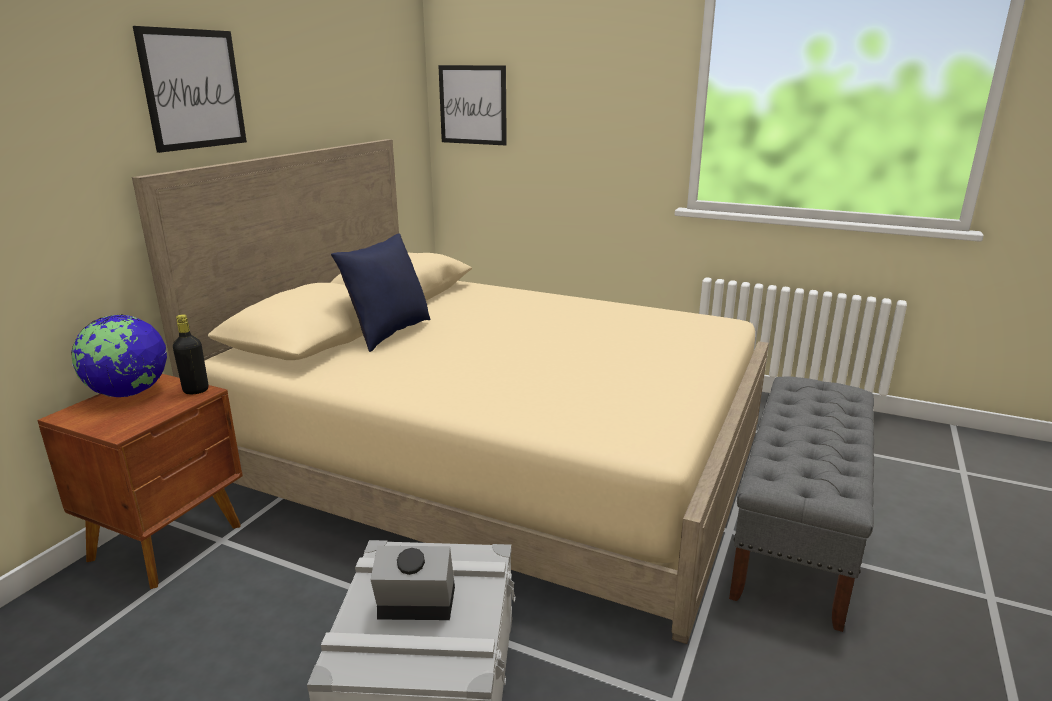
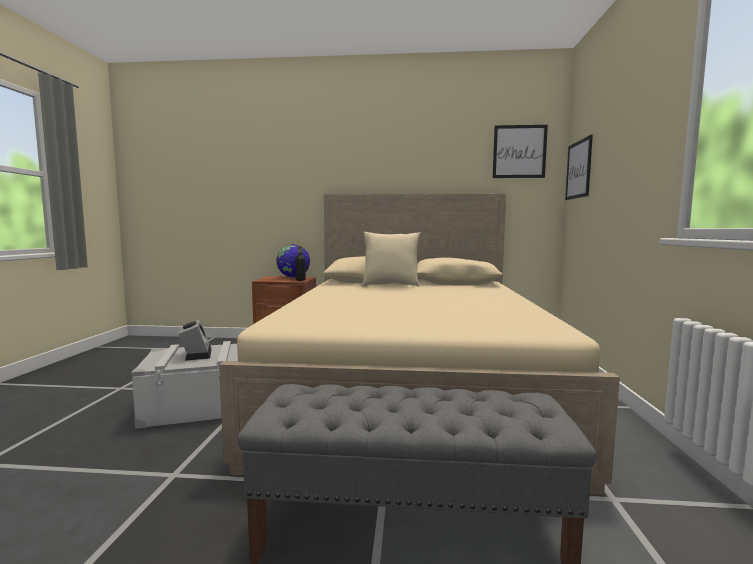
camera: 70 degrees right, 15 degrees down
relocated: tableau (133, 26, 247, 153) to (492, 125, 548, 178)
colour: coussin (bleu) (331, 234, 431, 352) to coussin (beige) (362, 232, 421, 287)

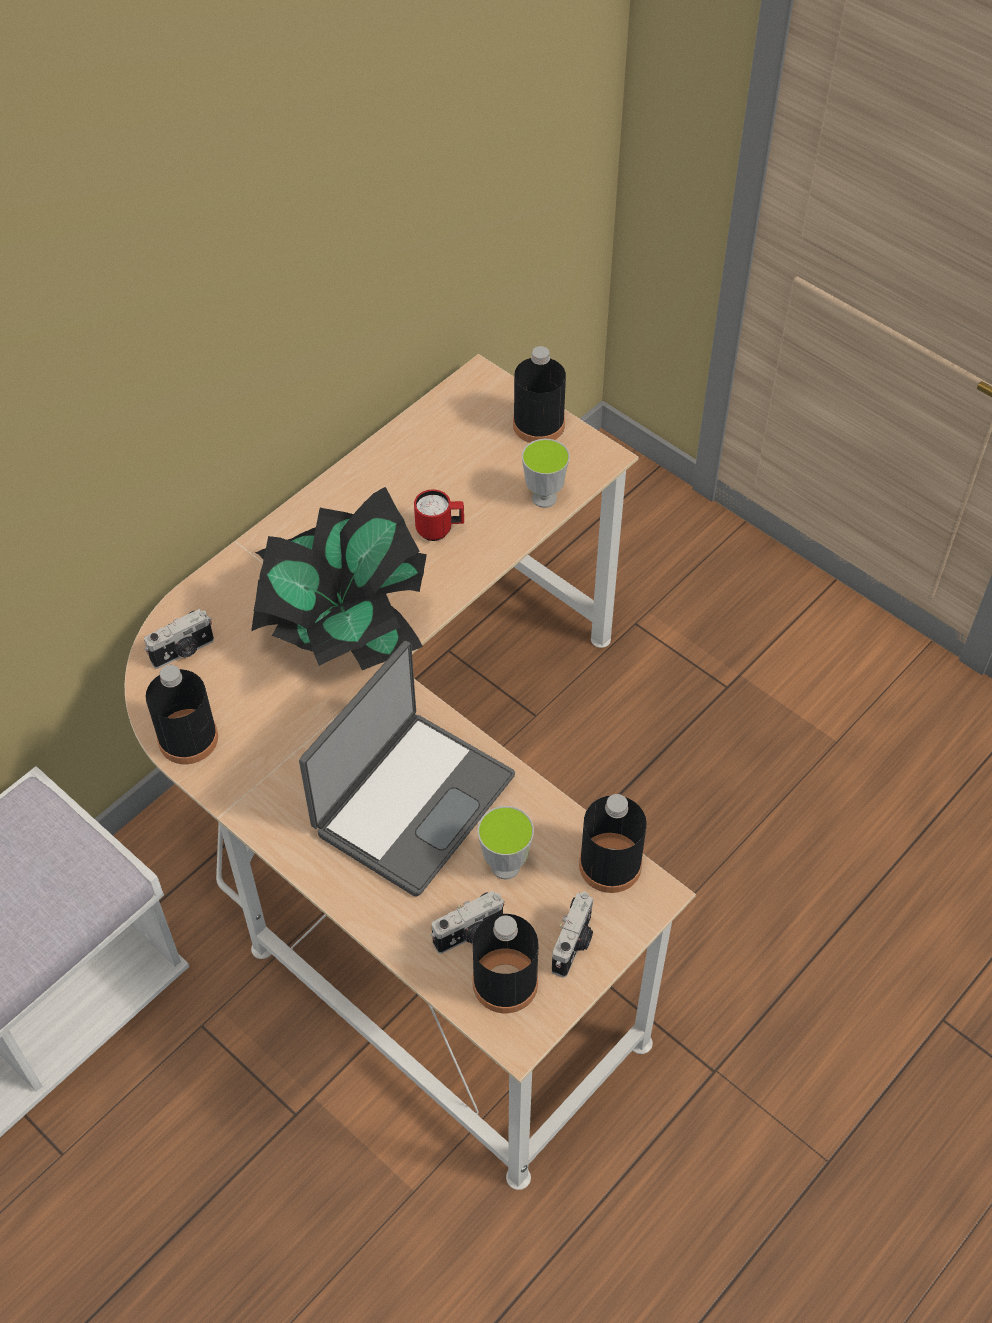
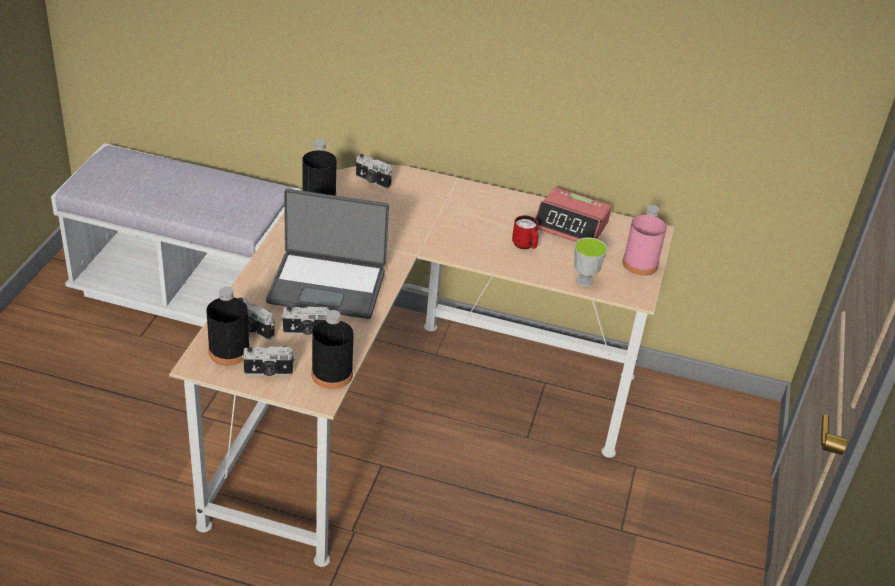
camera: 60 degrees right, 15 degrees down
missing: plante en pot (251, 487, 427, 670)
appeared: réveil (535, 187, 611, 242)
exchanged: tasse (478, 806, 534, 879) to appareil photo (281, 306, 330, 335)
colour: bouteille (noir) (513, 346, 566, 443) to bouteille (rose) (622, 205, 667, 275)

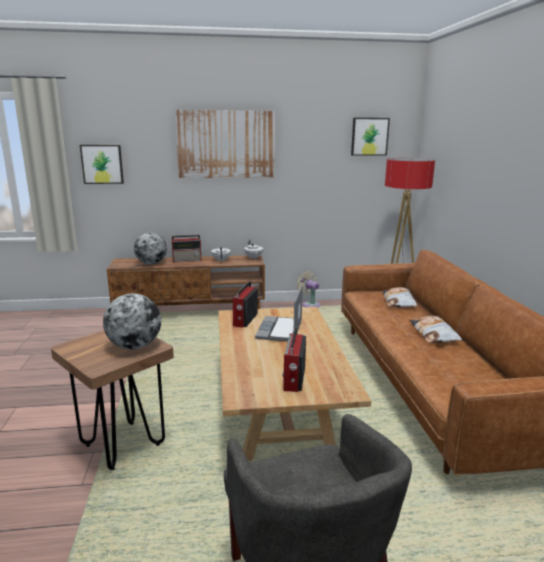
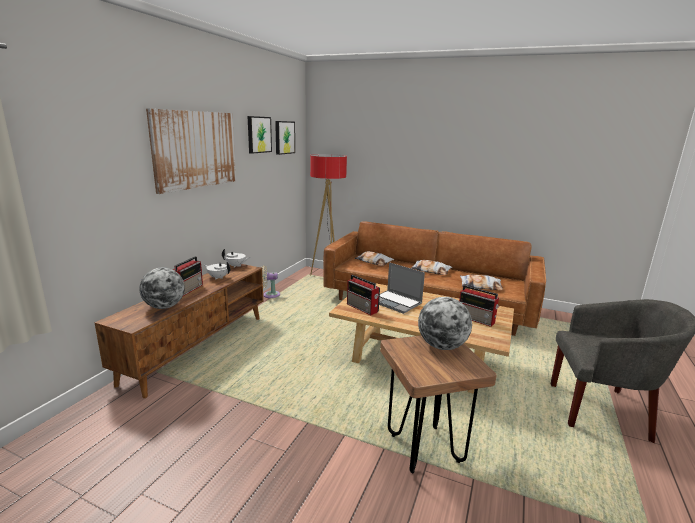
camera: 60 degrees left, 0 degrees up
appeared: coussin (460, 275, 503, 290)
relocated: tableau (80, 145, 124, 184) to (248, 116, 272, 154)

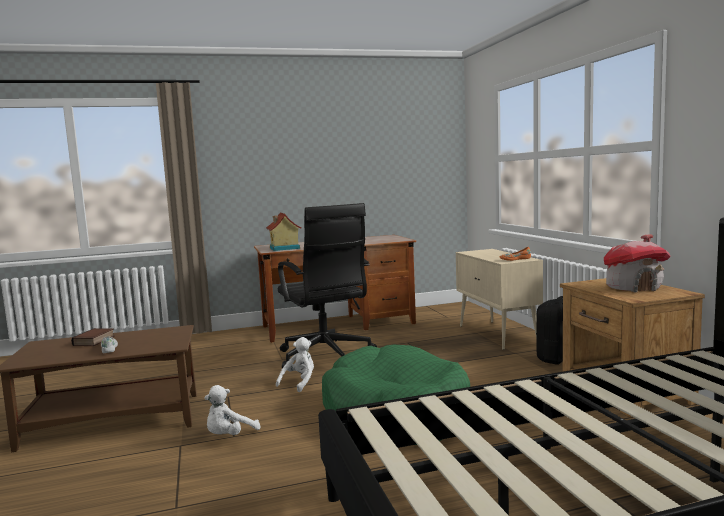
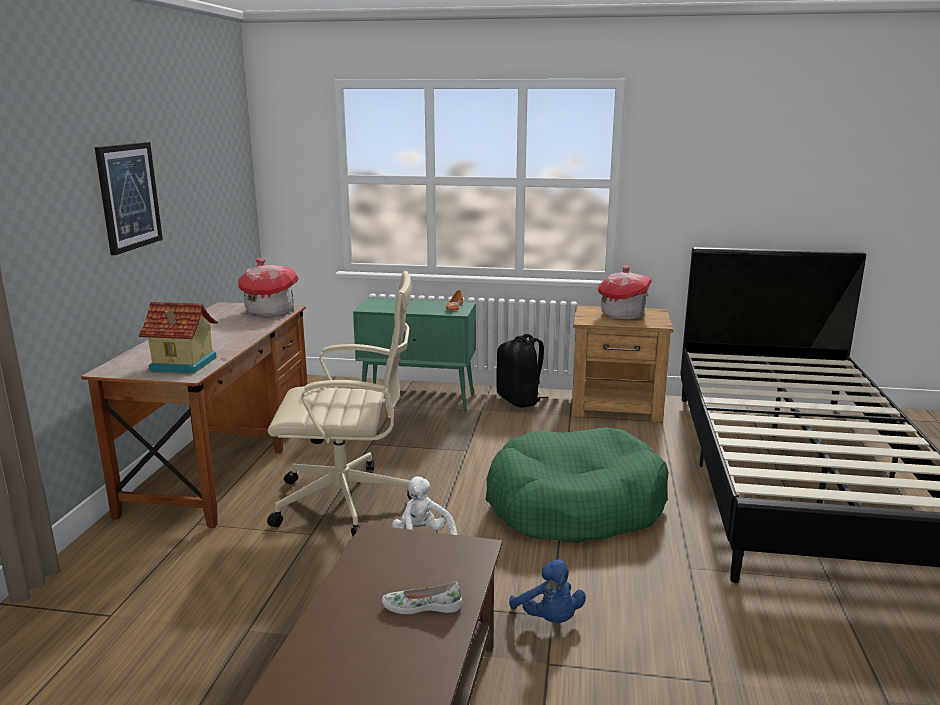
camera: 65 degrees left, 10 degrees up
missing: livre (71, 328, 115, 346)
appeared: tableau (95, 142, 163, 255); maison miniature (238, 258, 299, 316)
colour: chaise de bureau (noir) (278, 203, 377, 368) to chaise de bureau (beige) (267, 271, 412, 536); meuble de rangement (beige) (456, 249, 543, 350) to meuble de rangement (vert) (353, 298, 476, 411); peluche (blanc) (204, 385, 260, 435) to peluche (bleu) (509, 559, 586, 623)

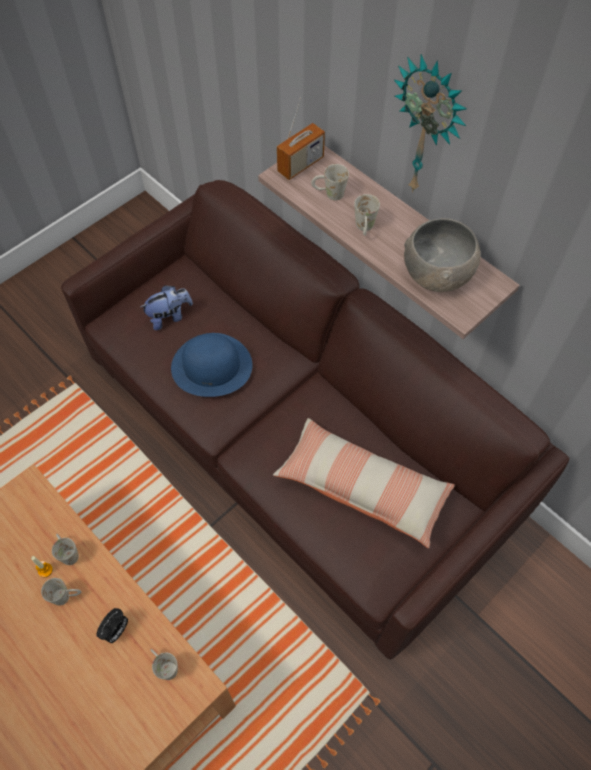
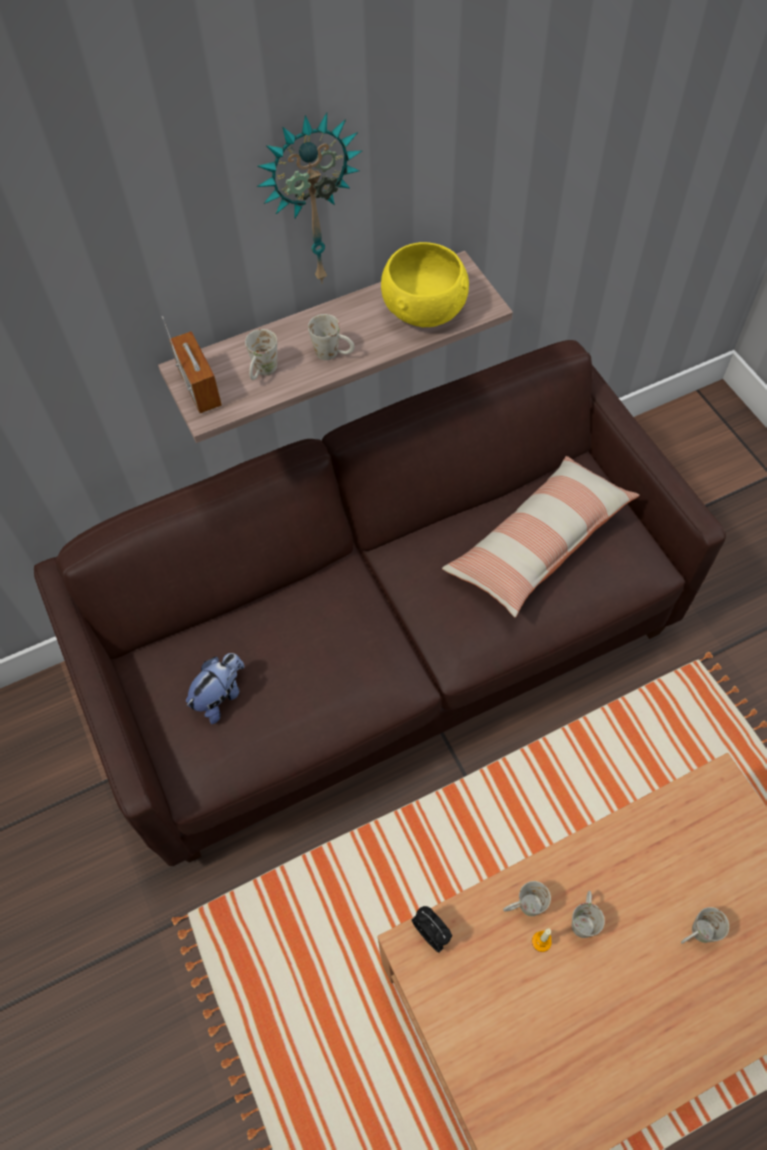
camera: 70 degrees left, 0 degrees up
missing: chapeau (bleu) (171, 333, 252, 397)
relocated: réveil (96, 608, 128, 643) to (411, 906, 452, 953); mug (blanc) (151, 649, 178, 680) to (681, 907, 729, 944)
colour: bol (gris) (404, 218, 481, 292) to bol (jaune) (381, 242, 469, 327)
spun: peluche (140, 285, 193, 330) = (186, 653, 244, 724) 45 degrees clockwise

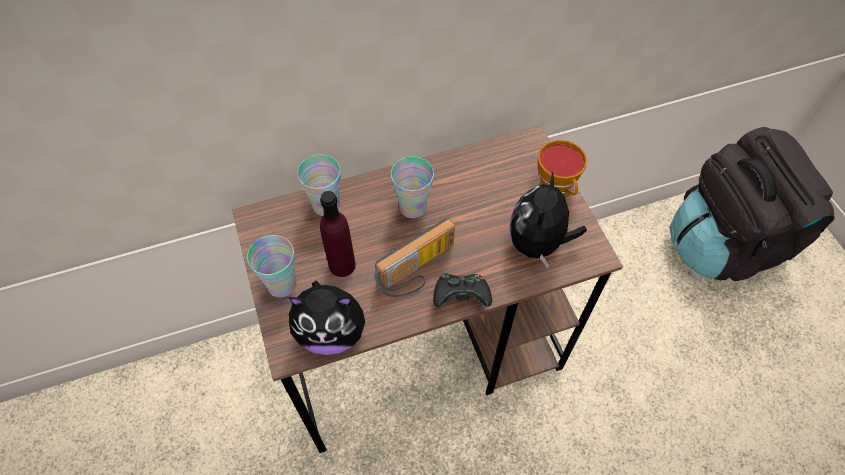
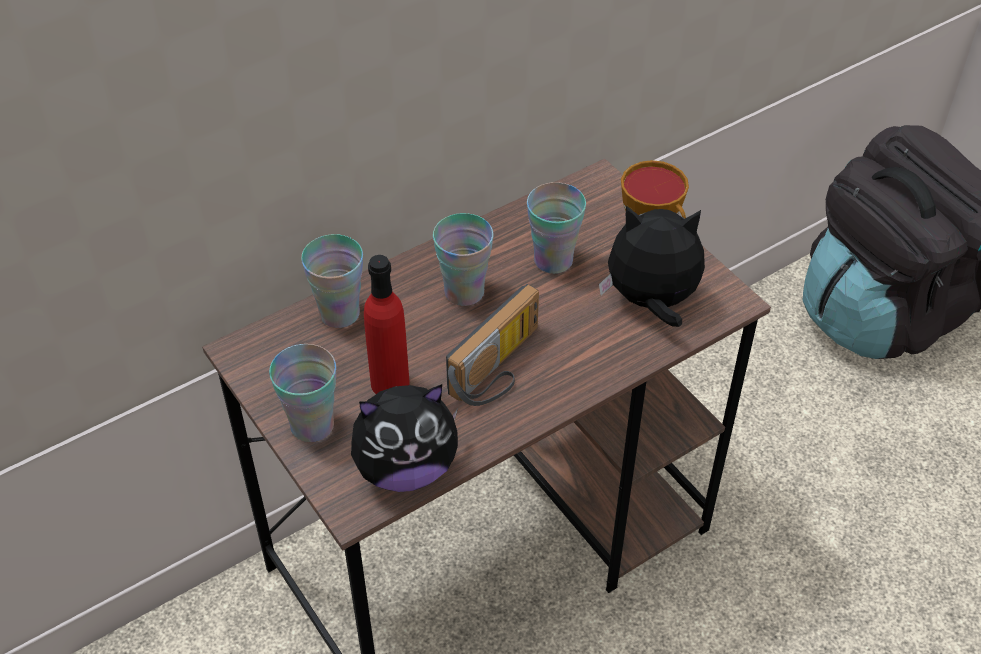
camera: 15 degrees left, 10 degrees down
missing: manette (noir) (433, 273, 492, 307)
appeared: tasse (527, 182, 586, 274)
colour: bouteille (violet) (320, 191, 356, 277) to bouteille (rouge) (364, 255, 410, 394)
spun: peluche (509, 172, 587, 268) = (599, 206, 705, 327) 90 degrees clockwise

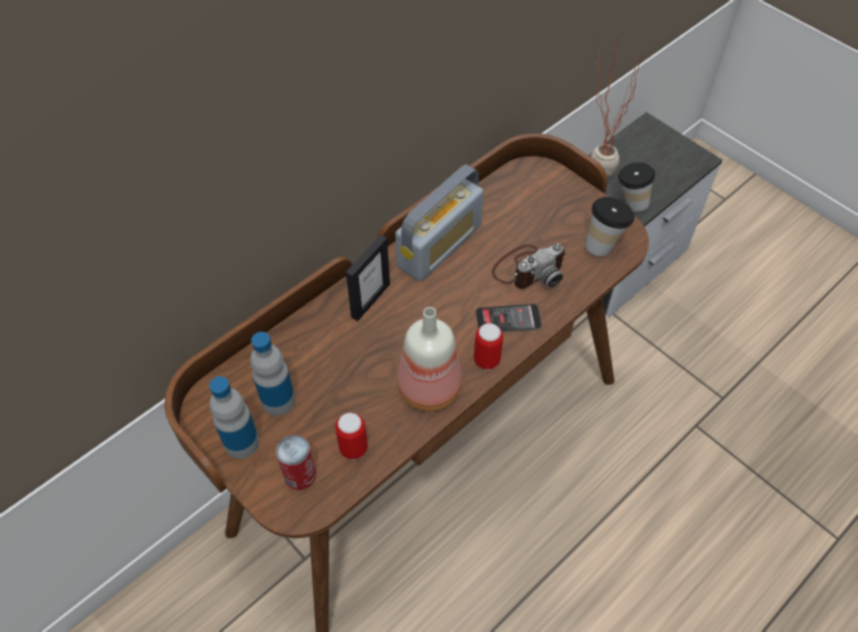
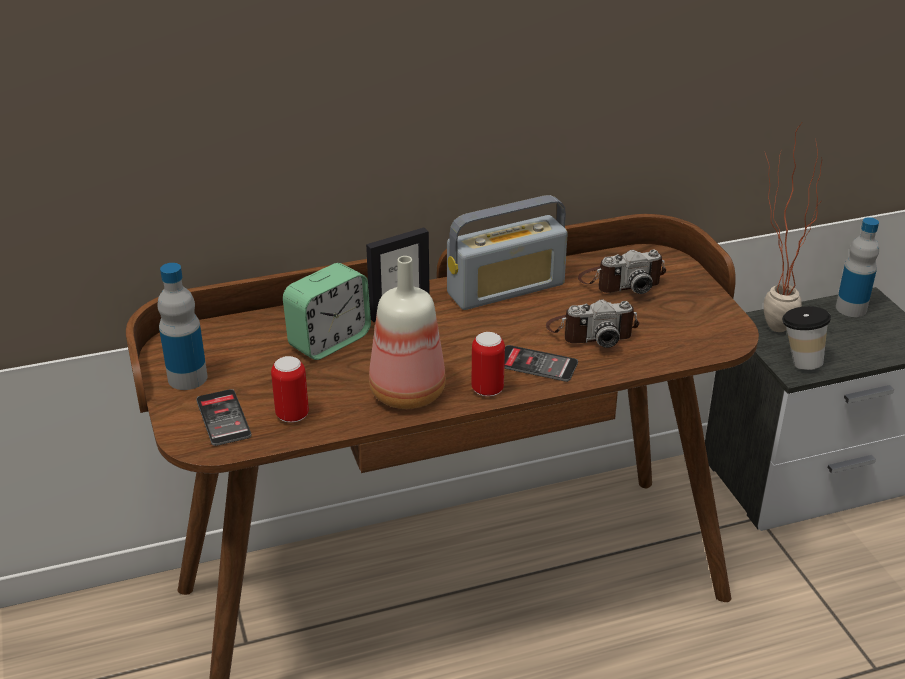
camera: 25 degrees right, 20 degrees down
missing: tasse (585, 197, 635, 256)
appeared: appareil photo (578, 250, 666, 294); réveil (283, 263, 371, 360)
relocated: bouteille (250, 332, 295, 416) to (836, 217, 879, 317)
exchanged: boîte métallique (276, 435, 316, 490) to téléphone (196, 389, 251, 446)

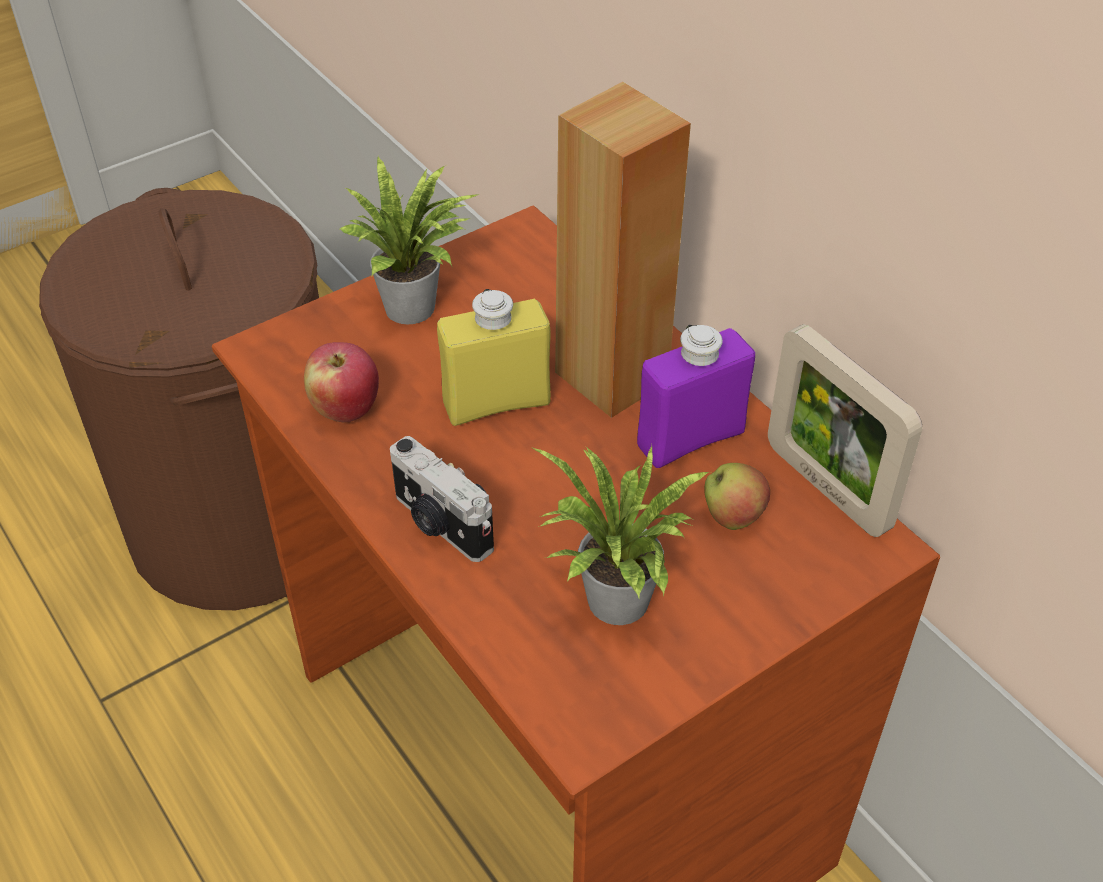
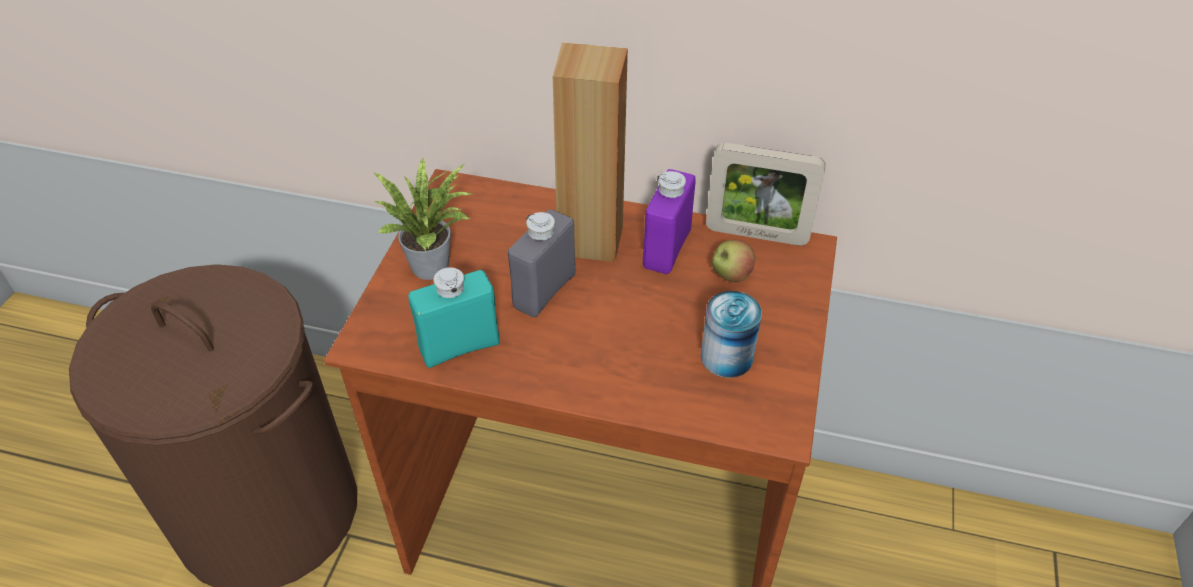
camera: 40 degrees left, 0 degrees up
missing: appareil photo (390, 436, 494, 562)
exchanged: pomme (304, 342, 379, 422) to bouteille (turquoise) (408, 267, 500, 368); plante en pot (533, 446, 711, 625) to boîte métallique (701, 291, 762, 378)
colour: bouteille (jaune) (437, 289, 551, 426) to bouteille (gris) (508, 209, 576, 317)

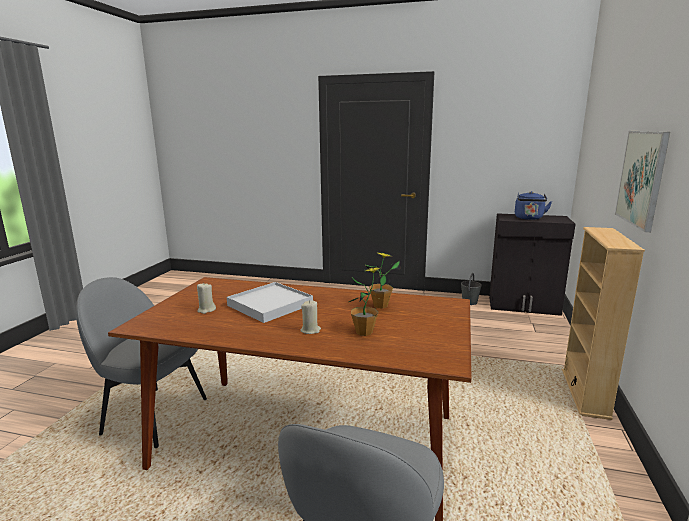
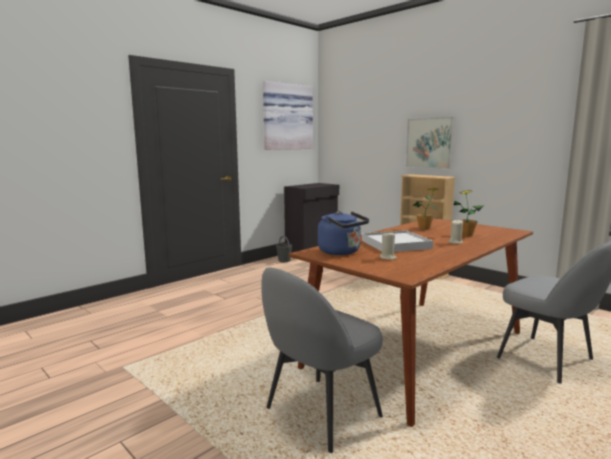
camera: 60 degrees left, 5 degrees down
appeared: tableau (263, 81, 313, 150)
relocated: bouilloire (bleu) (515, 191, 552, 220) to (318, 211, 369, 255)

